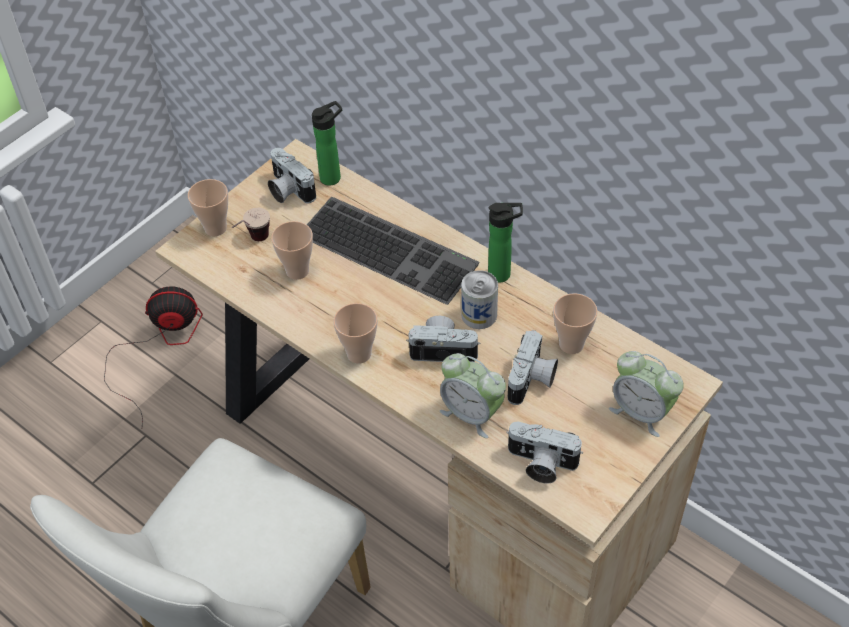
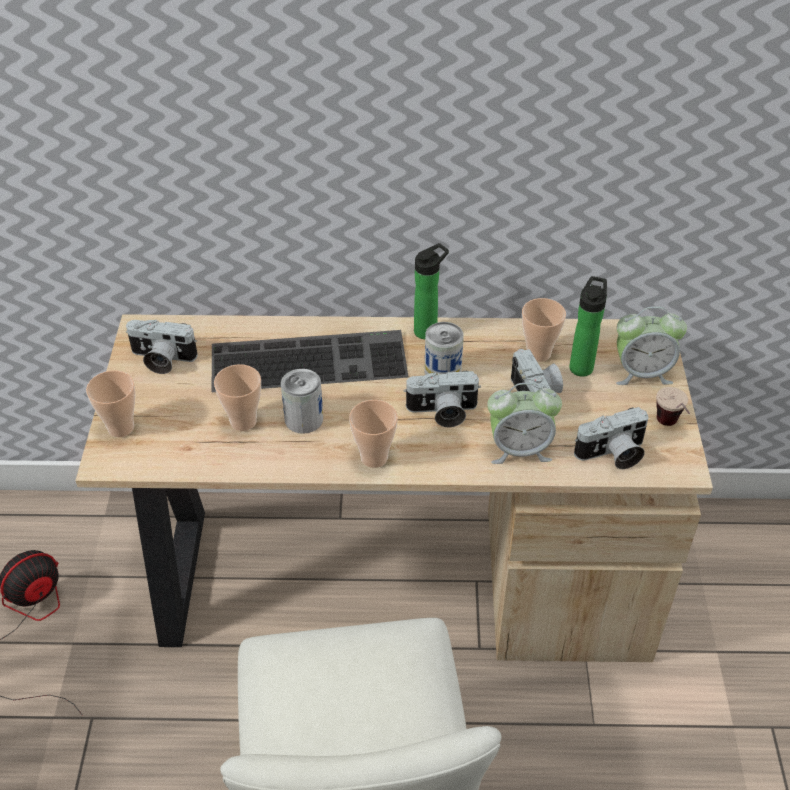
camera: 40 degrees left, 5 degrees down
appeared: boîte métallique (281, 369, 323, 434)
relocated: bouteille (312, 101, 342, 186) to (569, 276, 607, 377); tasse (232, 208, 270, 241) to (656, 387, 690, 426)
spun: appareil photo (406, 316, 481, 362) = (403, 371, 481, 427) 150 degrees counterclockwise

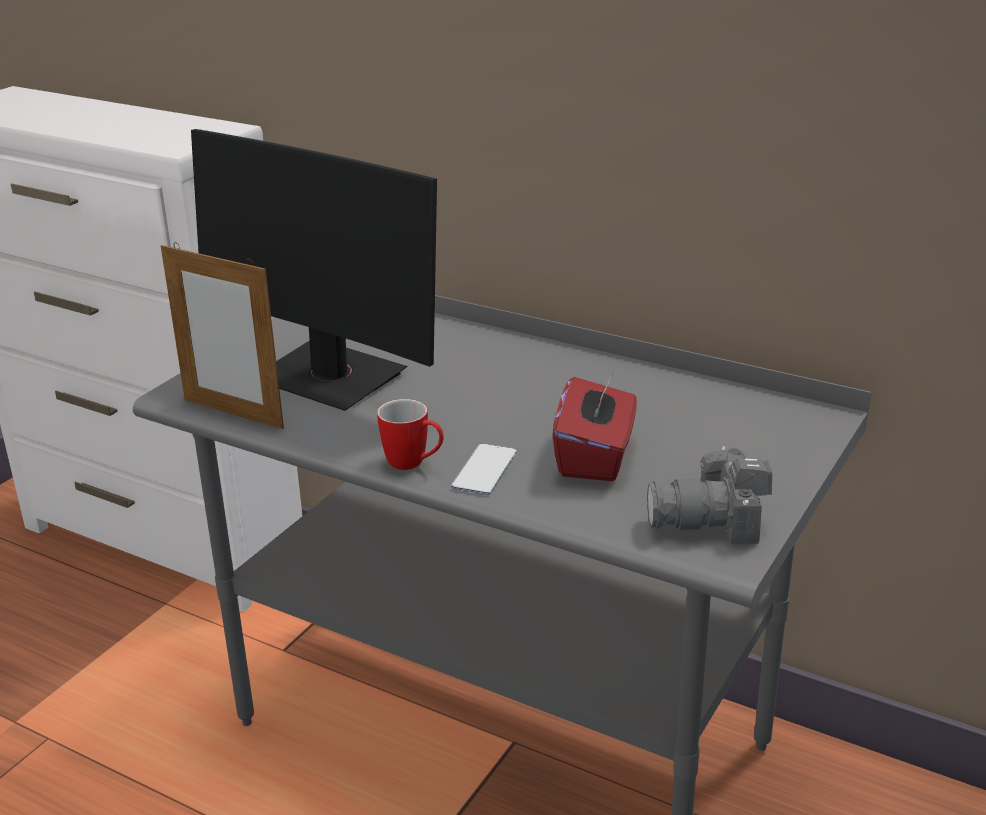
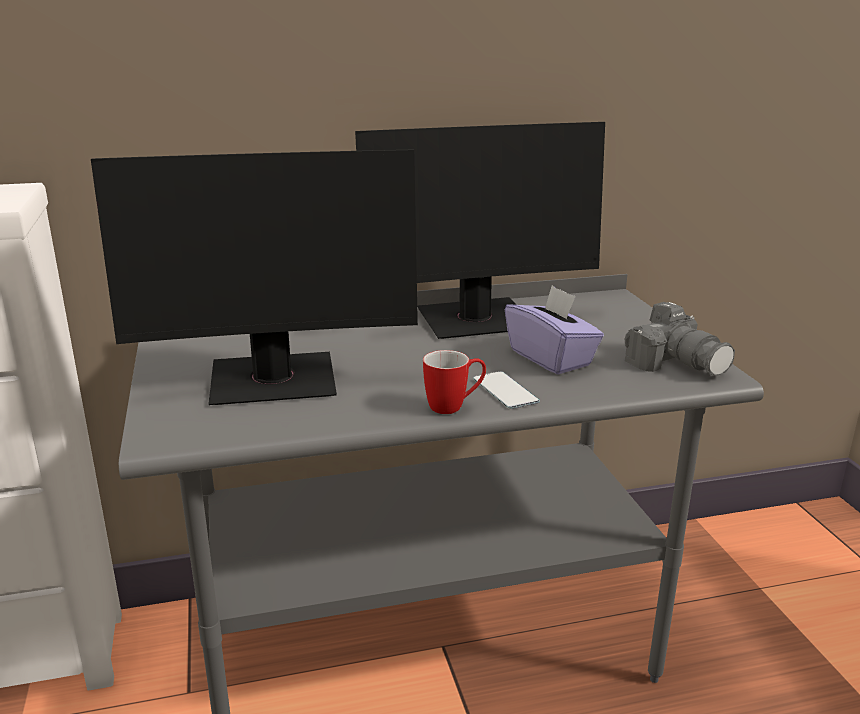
camera: 45 degrees left, 5 degrees down
missing: cadre photo (161, 242, 284, 429)
appeared: écran d'ordinateur (355, 122, 605, 339)
colour: boîte à mouchoirs (rouge) (553, 372, 637, 481) to boîte à mouchoirs (violet) (505, 285, 604, 374)
spun: appareil photo (647, 446, 772, 544) = (624, 302, 735, 376) 75 degrees counterclockwise

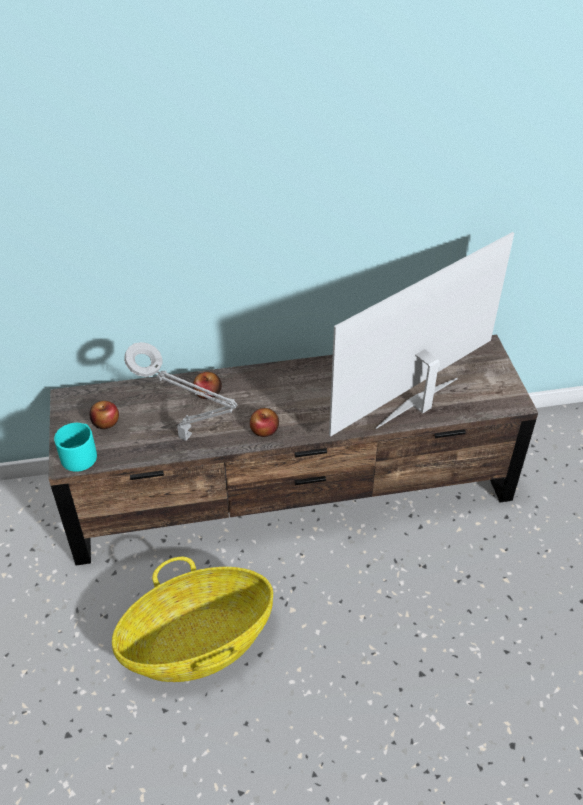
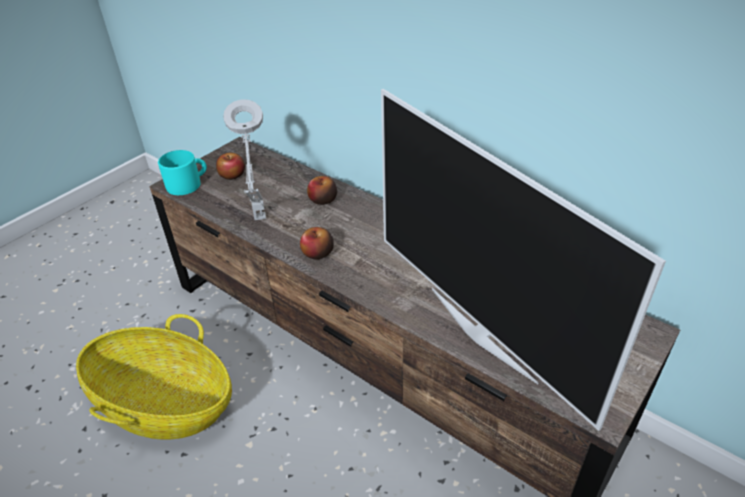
camera: 50 degrees right, 5 degrees down
spun: téléviseur (329, 232, 514, 437) = (381, 89, 666, 431) 135 degrees counterclockwise

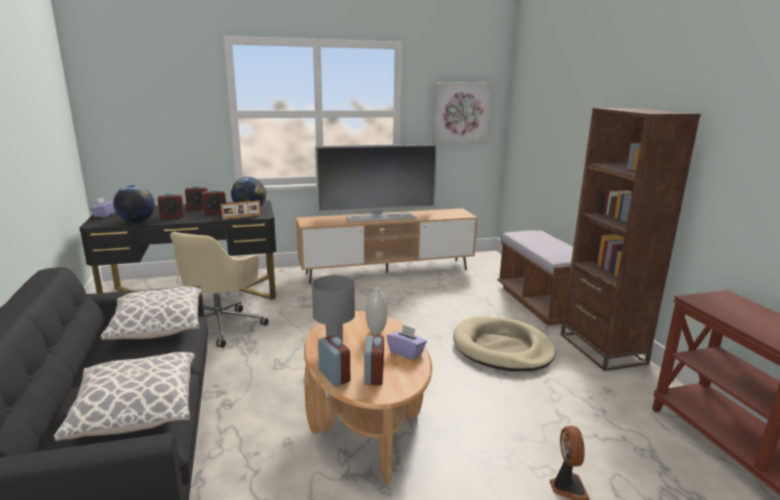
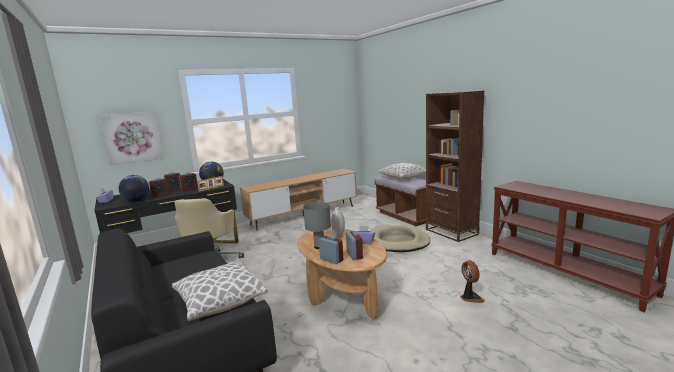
camera: 15 degrees left, 5 degrees down
missing: téléviseur (315, 144, 438, 222)
relocated: tableau (433, 82, 492, 144) to (99, 111, 164, 165); coussin (101, 287, 202, 340) to (378, 163, 426, 180)

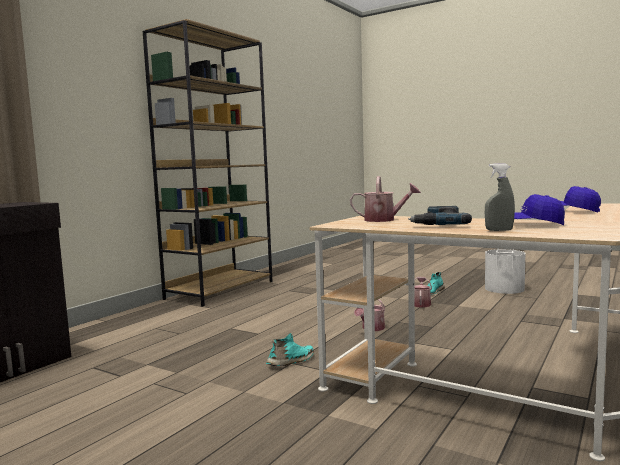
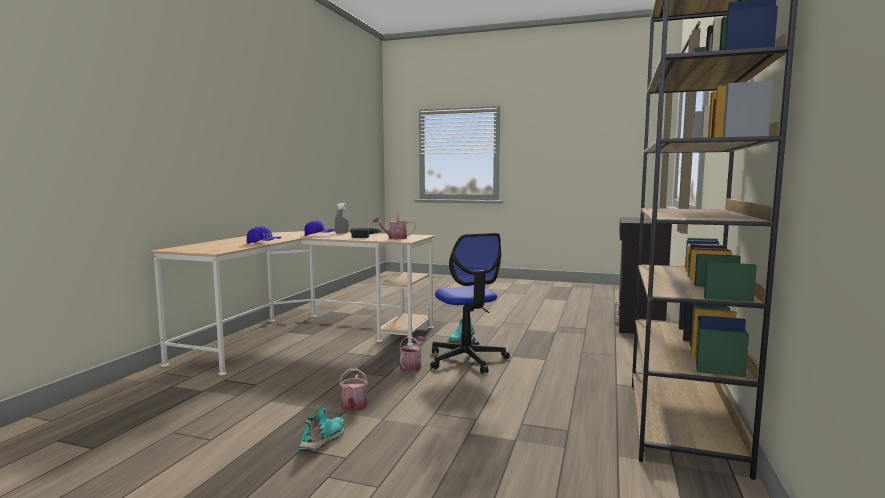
camera: 165 degrees right, 0 degrees up
missing: seau (blanc) (485, 248, 525, 294)
appeared: chaise de bureau (430, 233, 510, 374)

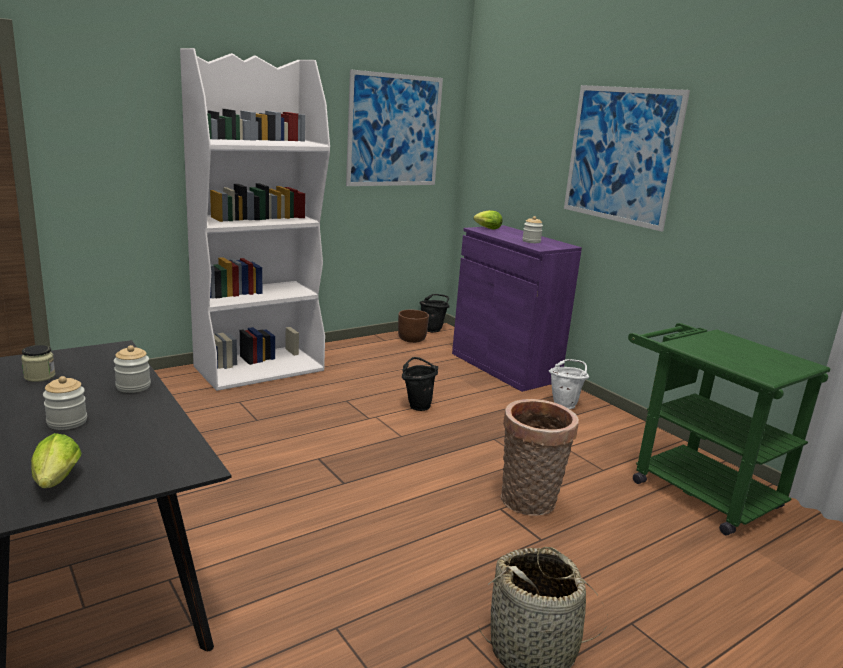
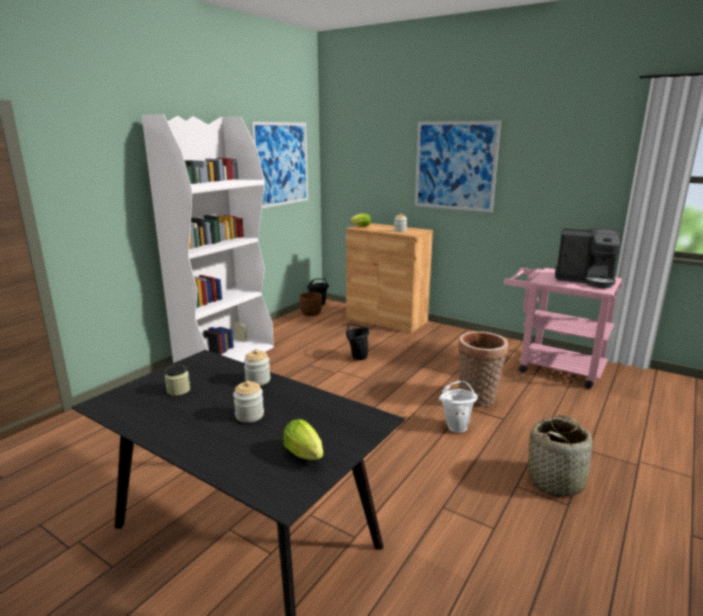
camera: 20 degrees left, 0 degrees up
appeared: machine à café (555, 227, 620, 288)
relocated: seau (blanc) (549, 359, 589, 409) to (439, 381, 478, 433)
colour: meuble de rangement (violet) (452, 225, 582, 392) to meuble de rangement (marron) (346, 223, 433, 333); chariot (vert) (628, 323, 830, 535) to chariot (rose) (504, 268, 622, 389)

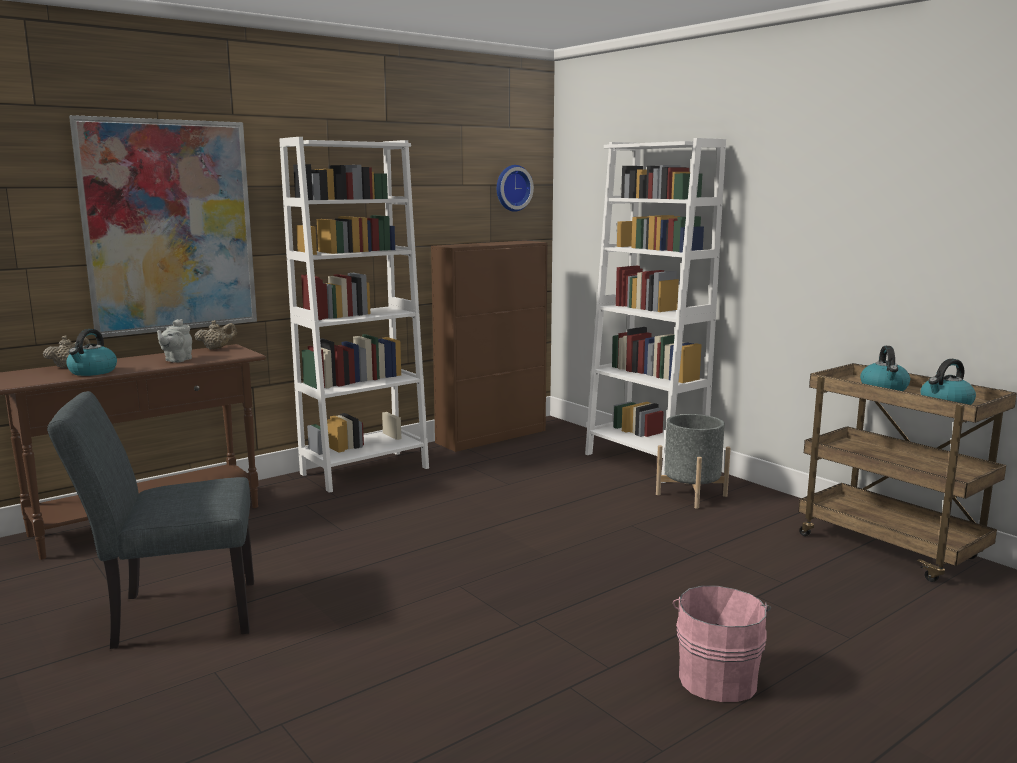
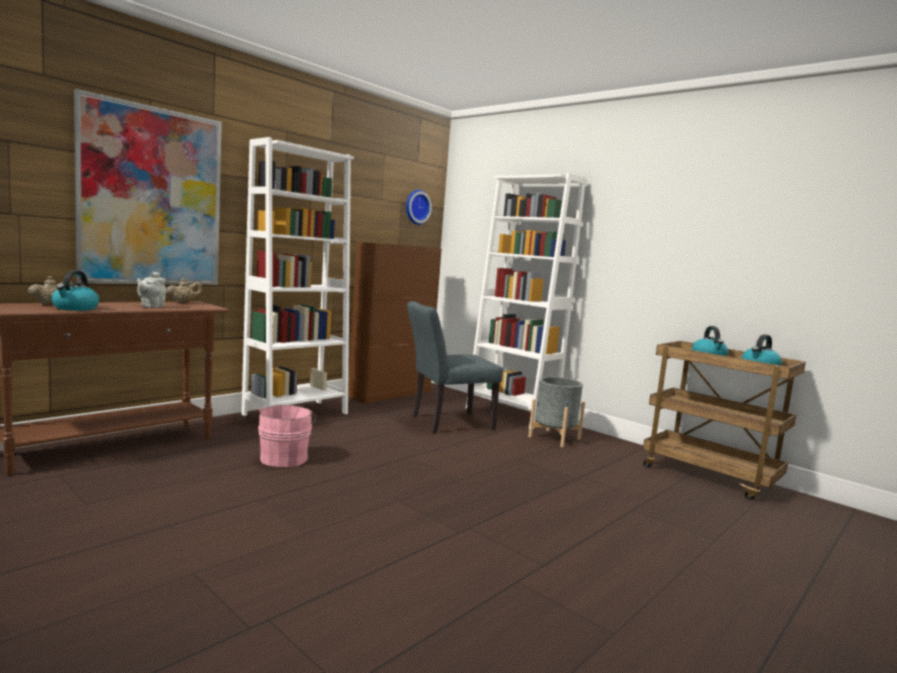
camera: 10 degrees left, 5 degrees down
relocated: chaise (gris) (47, 391, 254, 649) to (407, 301, 503, 433); seau (rose) (673, 586, 771, 702) to (258, 405, 316, 467)

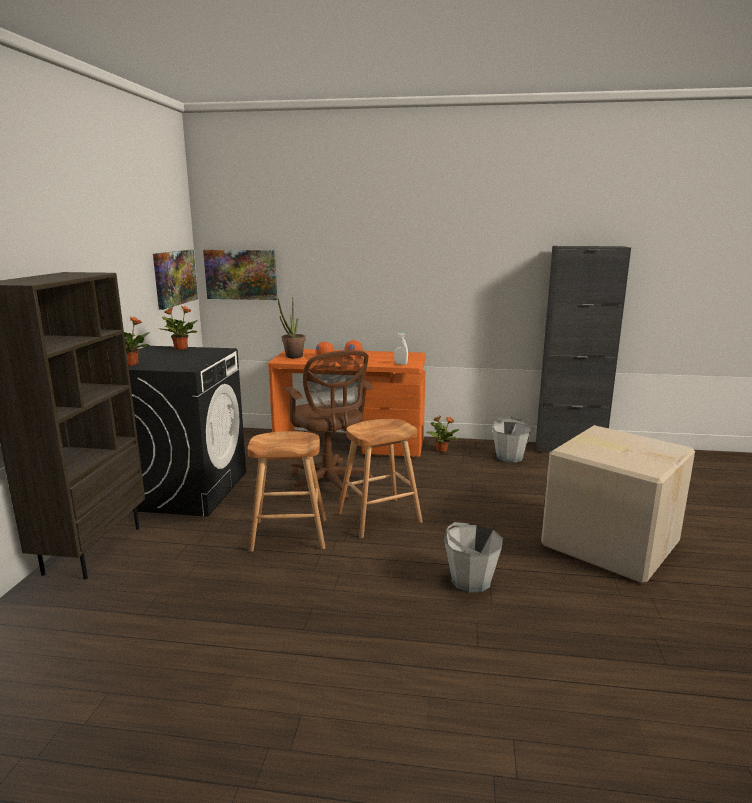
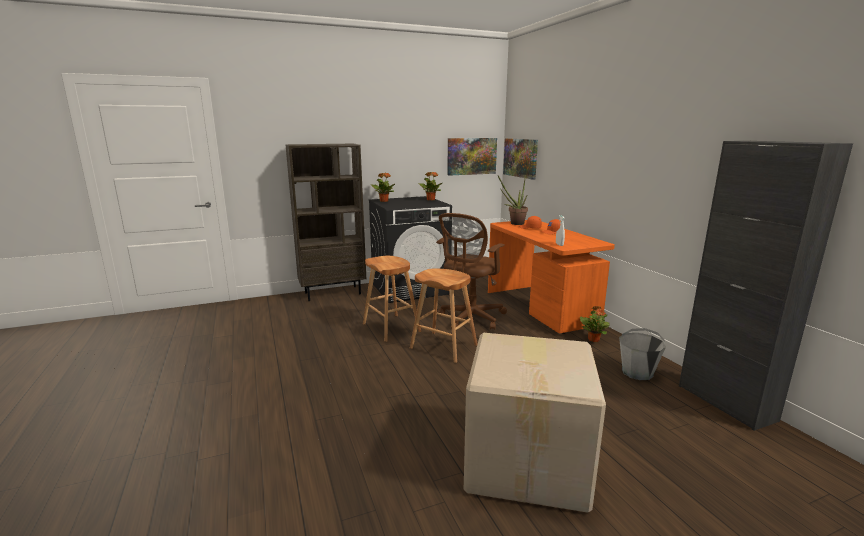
camera: 60 degrees right, 0 degrees up
missing: seau (gris) (444, 522, 503, 593)

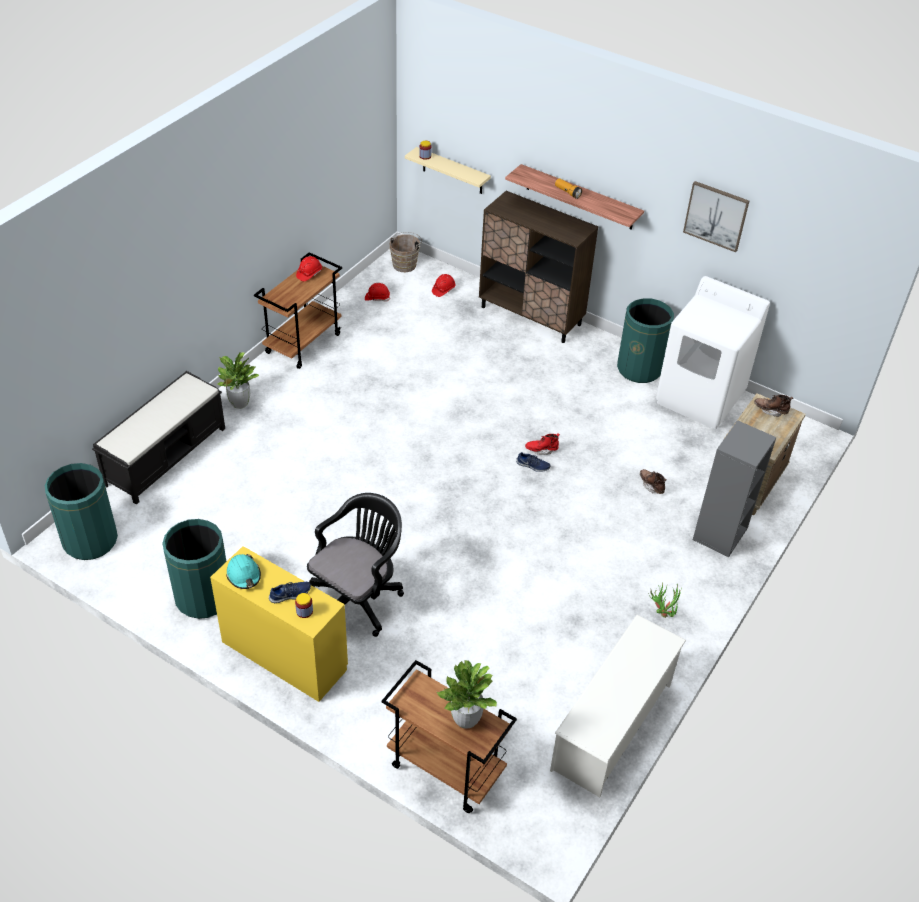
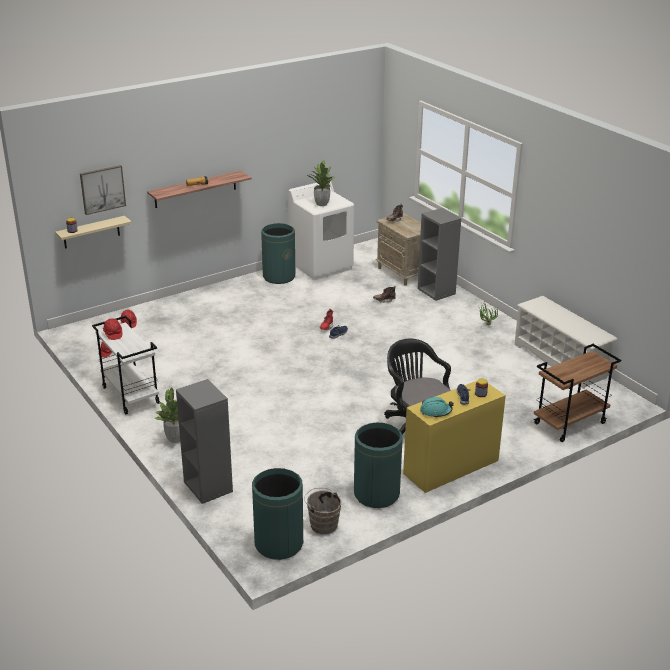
camera: 65 degrees left, 15 degrees down
missing: meuble de rangement (marron) (479, 191, 598, 343)
relocated: tableau (683, 181, 749, 252) to (80, 165, 126, 215); seau (marron) (390, 232, 422, 272) to (304, 488, 341, 534); plante en pot (437, 660, 497, 729) to (307, 160, 335, 206)
exchanged: banc (noir) (92, 371, 225, 505) to bibliothèque (gris) (176, 379, 233, 504)
colour: chariot (marron) (254, 252, 342, 369) to chariot (blanc) (92, 316, 160, 414)

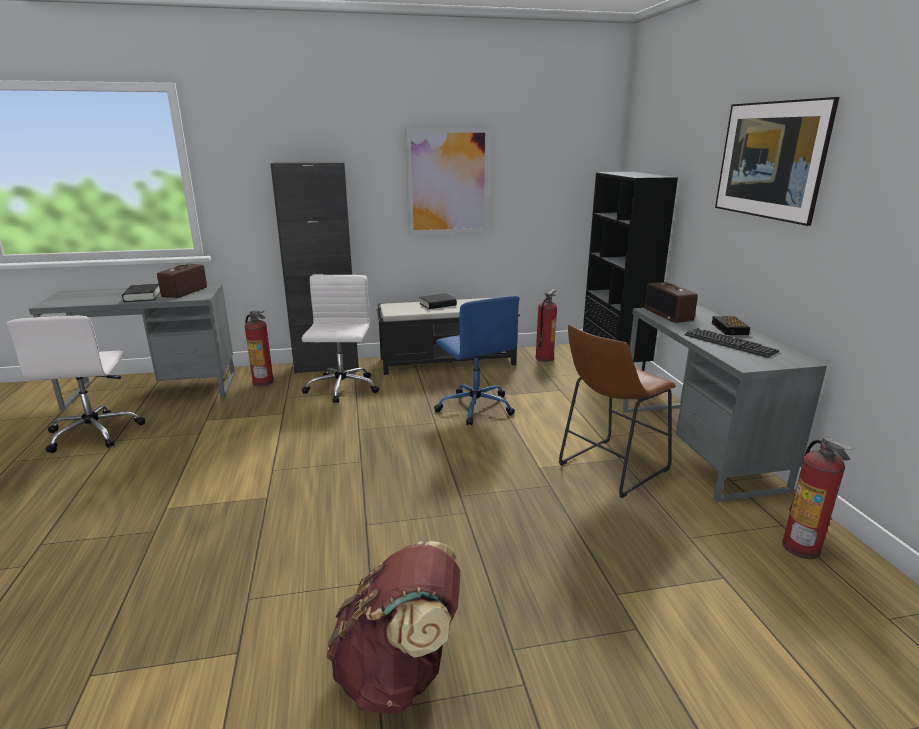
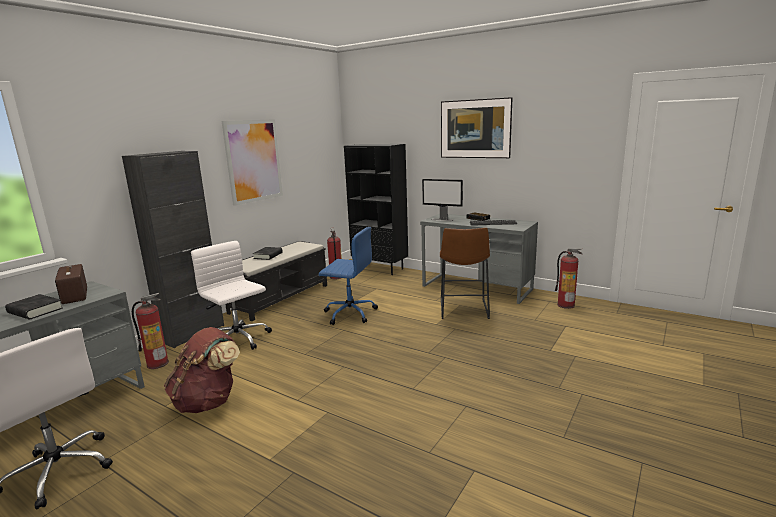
camera: 45 degrees left, 5 degrees down
relocated: sac à dos (marron) (326, 541, 460, 714) to (164, 327, 240, 413)
exchanged: radio (645, 282, 698, 323) to écran d'ordinateur (422, 179, 463, 221)

